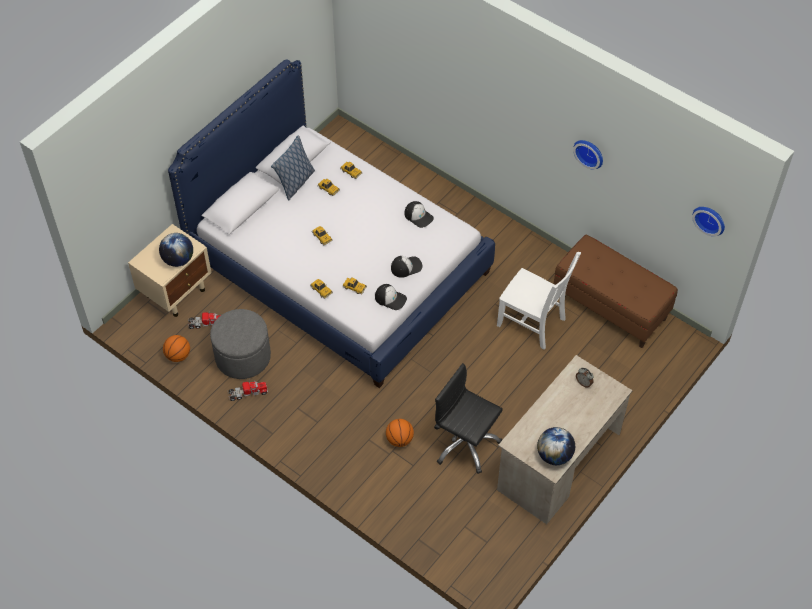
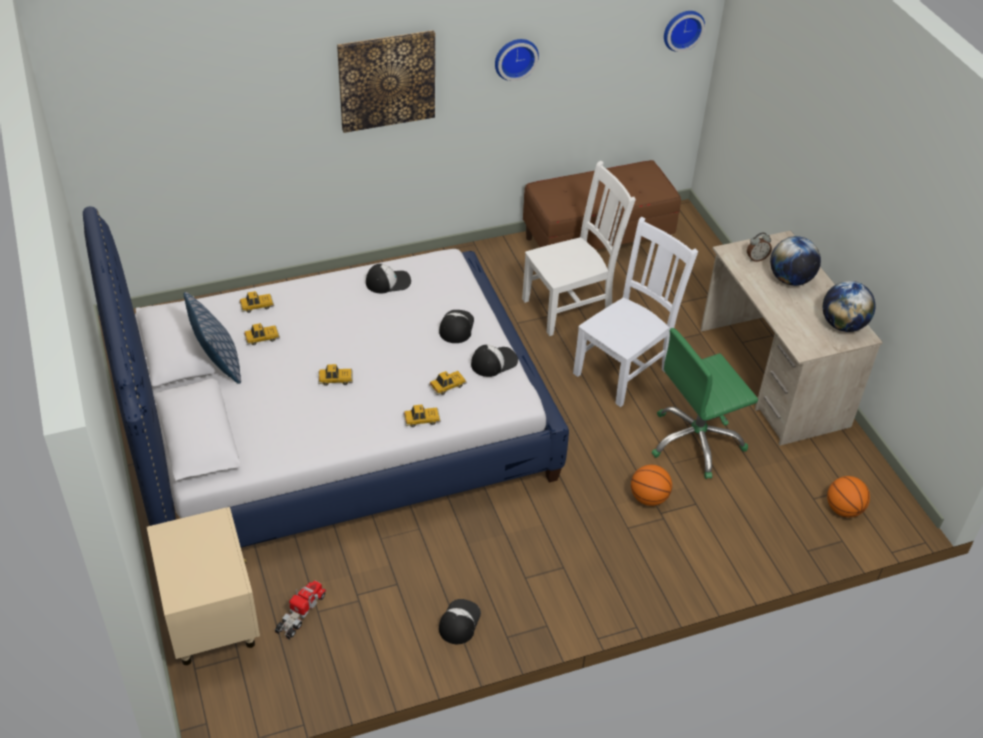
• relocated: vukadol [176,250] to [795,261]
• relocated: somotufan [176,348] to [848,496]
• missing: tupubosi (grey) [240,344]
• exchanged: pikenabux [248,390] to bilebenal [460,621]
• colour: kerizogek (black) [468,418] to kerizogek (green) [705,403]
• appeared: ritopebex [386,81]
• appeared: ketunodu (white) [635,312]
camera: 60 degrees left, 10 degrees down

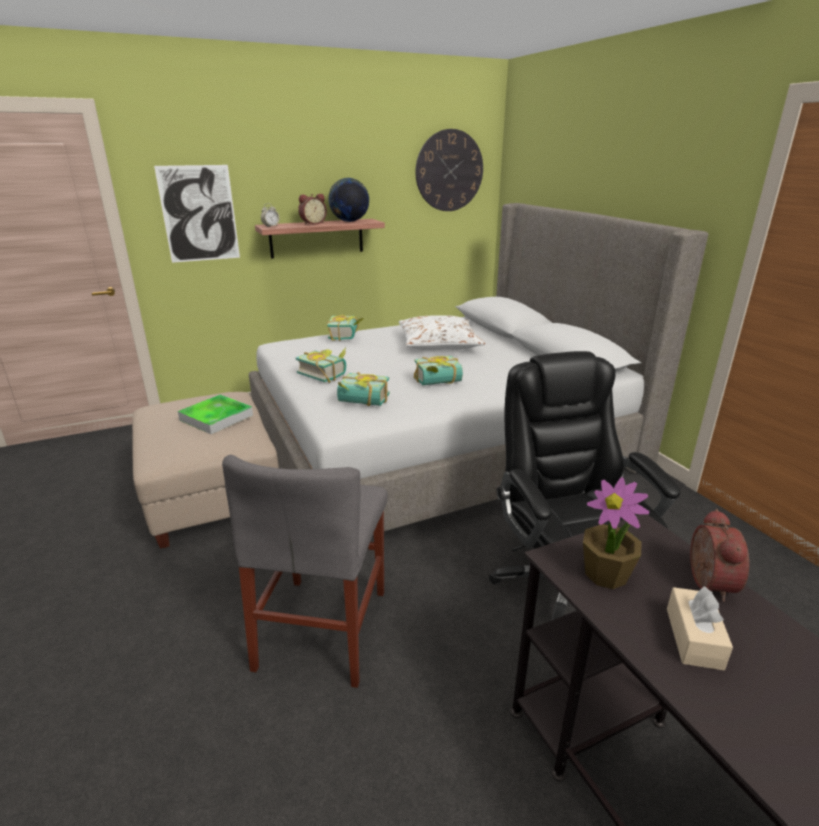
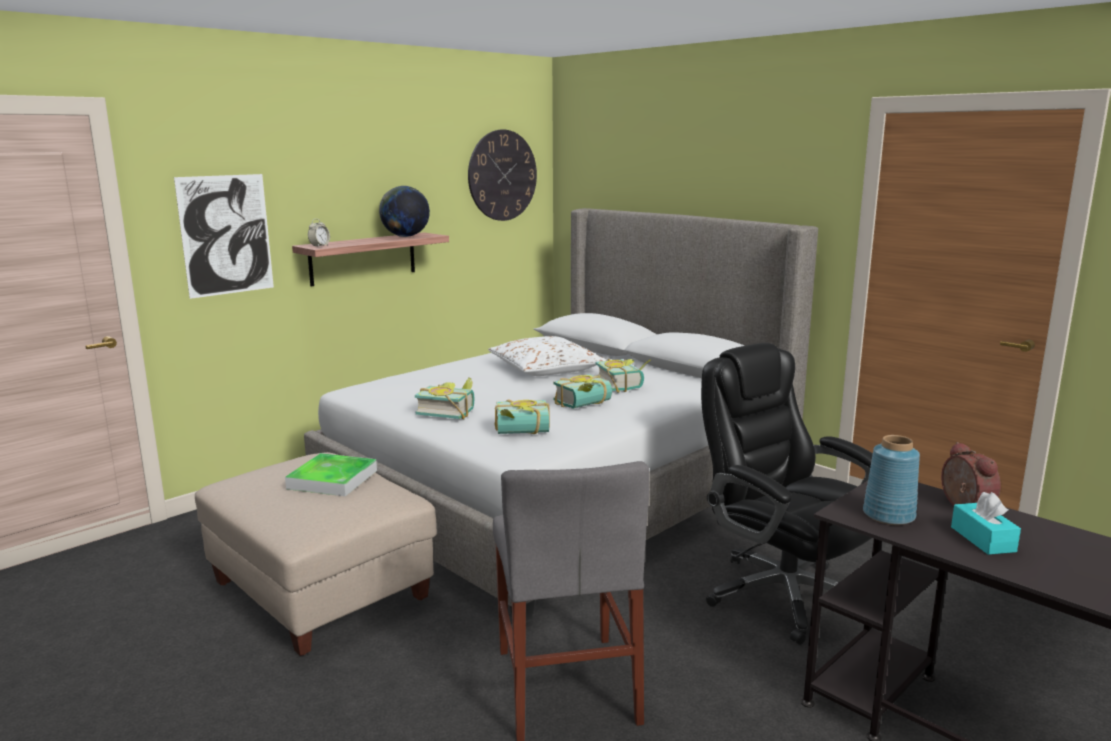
• missing: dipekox [312,209]
• relocated: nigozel [345,327] to [623,376]
• exchanged: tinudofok [616,533] to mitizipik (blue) [891,480]
• colour: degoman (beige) [700,628] to degoman (turquoise) [986,523]
camera: 20 degrees left, 10 degrees down

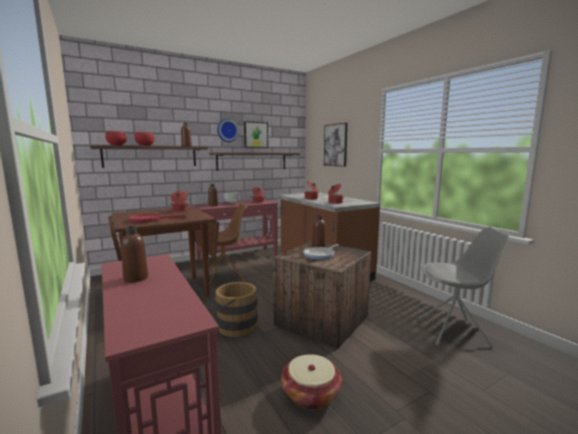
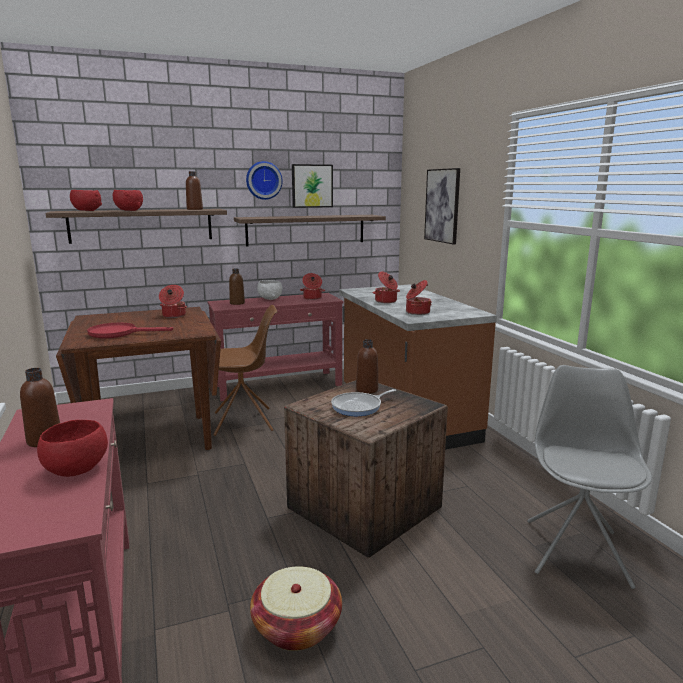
• missing: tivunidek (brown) [233,309]
• spun: ketunodu (grey) [463,287] = [589,477] 90 degrees counterclockwise
• appeared: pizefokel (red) [72,448]
camera: 10 degrees right, 5 degrees up

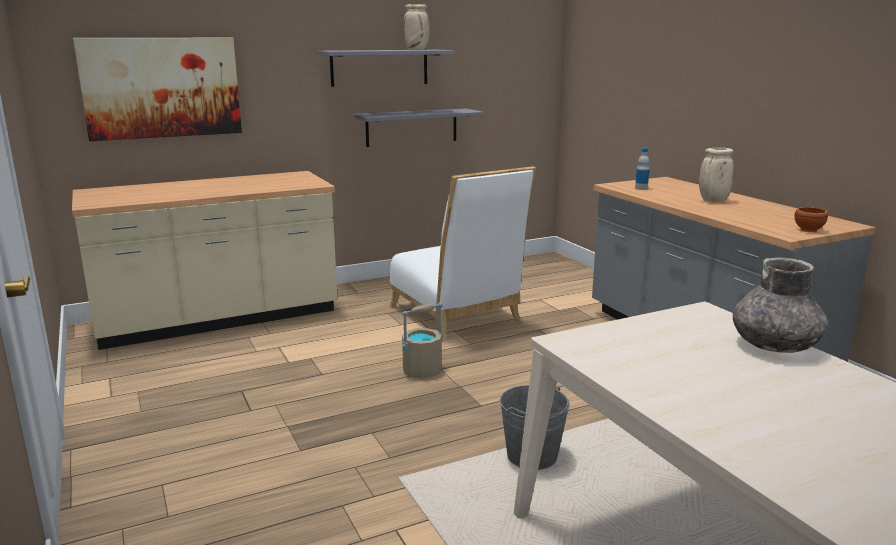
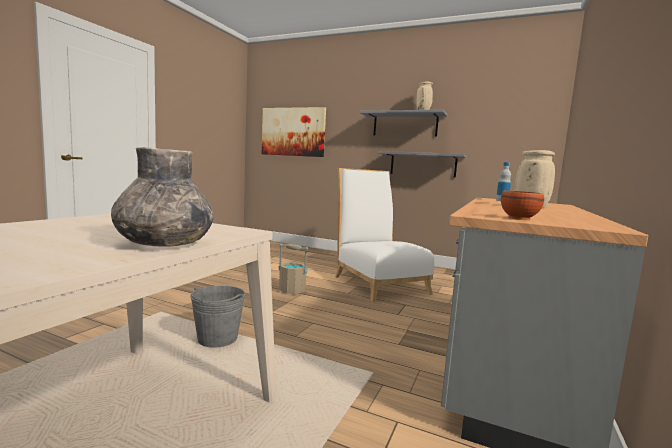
• missing: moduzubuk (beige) [205,260]
• spun: ketunodu (white) [462,254] = [384,235] 135 degrees clockwise
camera: 50 degrees right, 10 degrees down

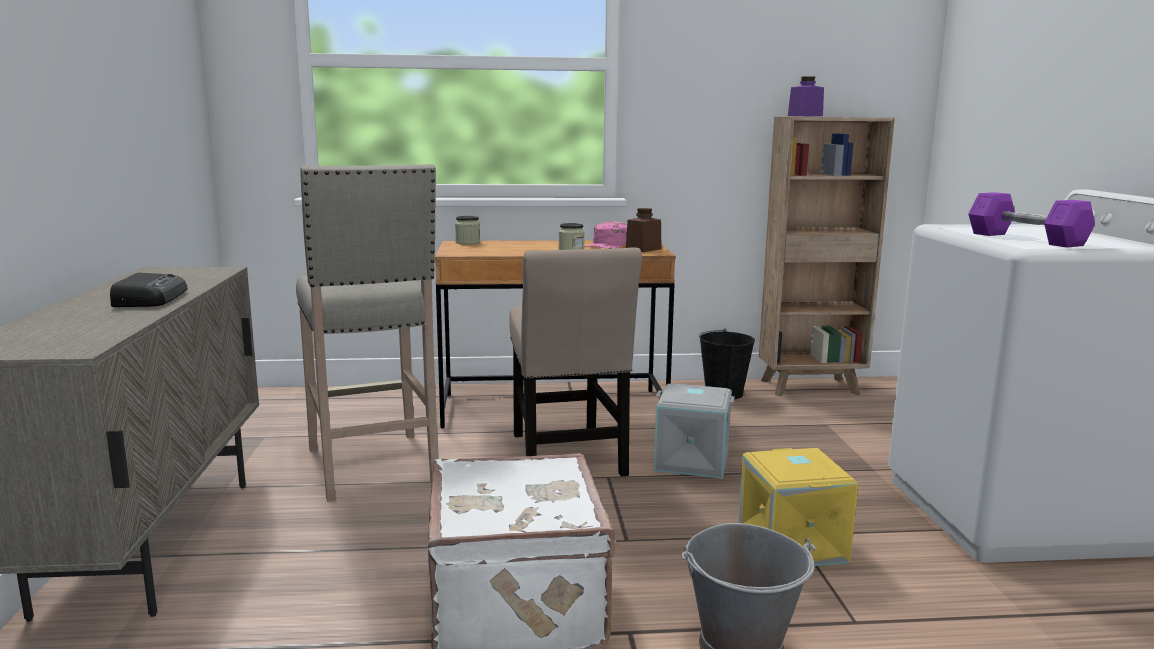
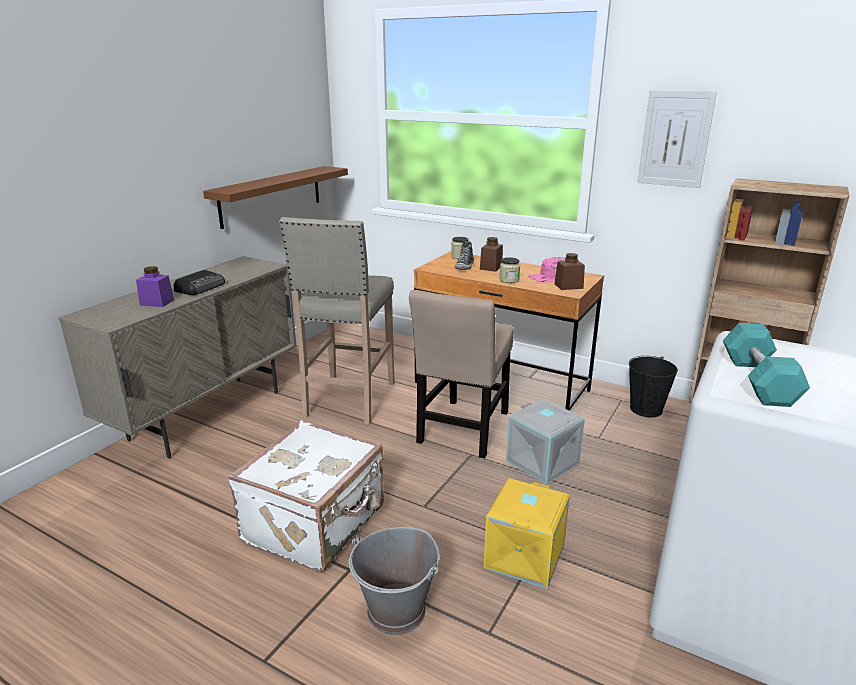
• relocated: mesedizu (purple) [806,96] to [155,286]
• colour: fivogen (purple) [1031,220] to fivogen (turquoise) [766,365]
• appeared: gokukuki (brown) [275,197]
• appeared: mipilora [464,255]
• appeared: mesedizu (brown) [491,254]
• appeared: ritopebex [677,139]
camera: 35 degrees right, 10 degrees up

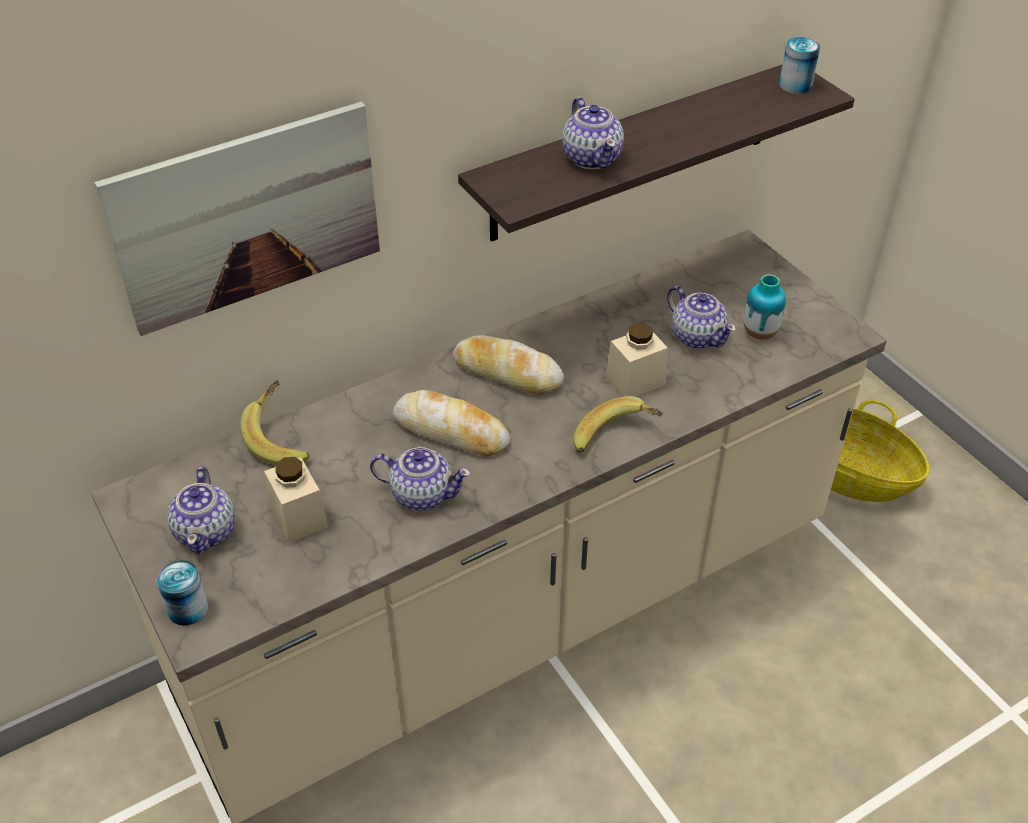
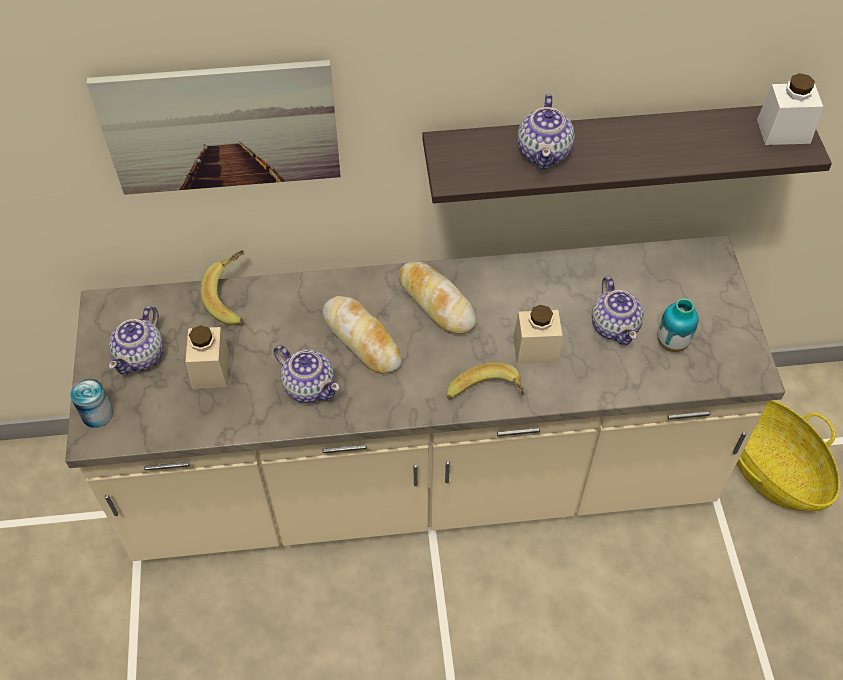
• exchanged: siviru [799,65] to mesedizu (white) [790,109]
camera: 25 degrees right, 10 degrees up

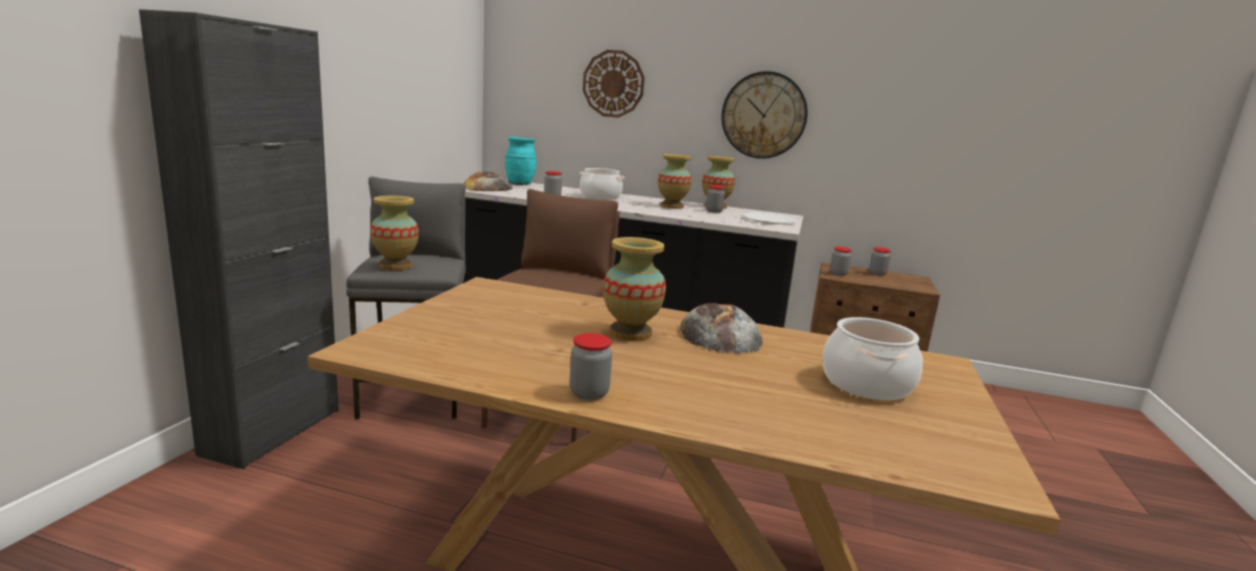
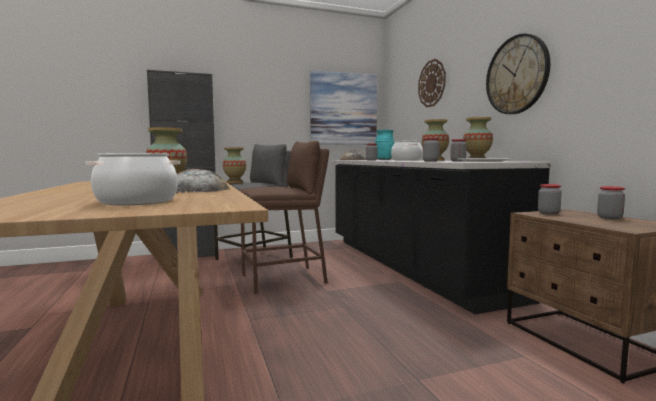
• relocated: mesedizu [590,366] to [431,150]
• appeared: ritopebex [343,107]
camera: 55 degrees right, 10 degrees down

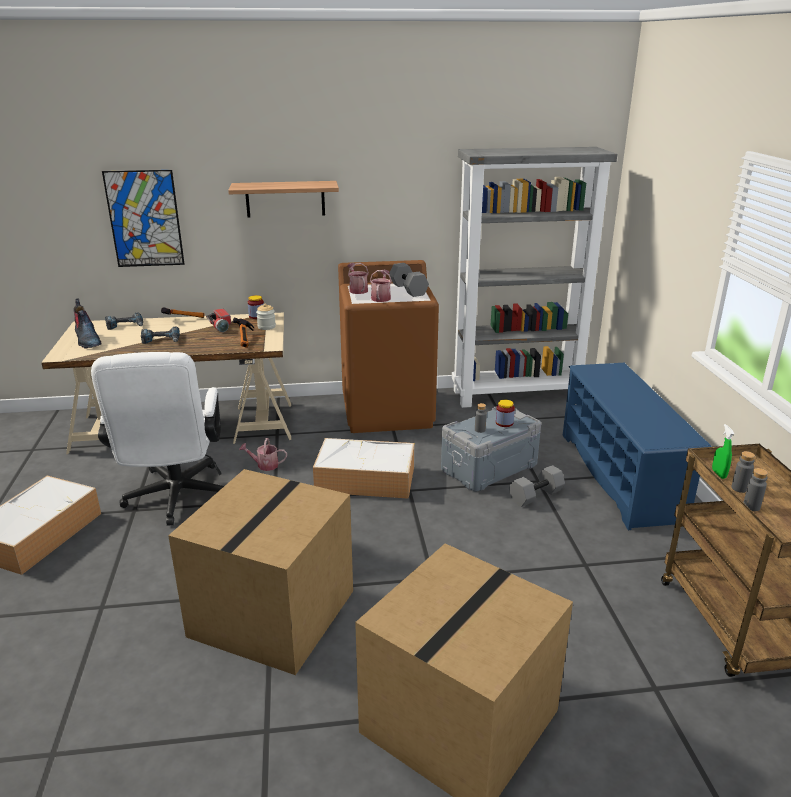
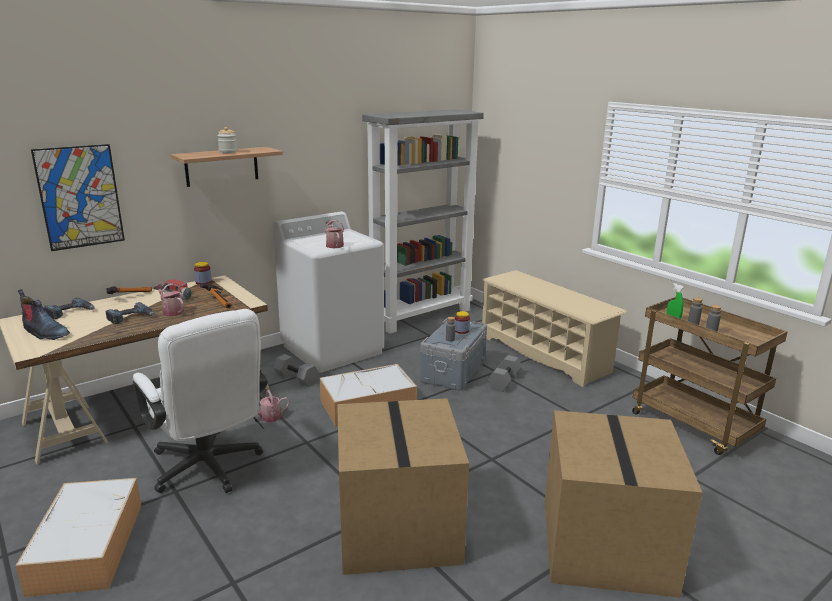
• relocated: mesedizu [266,317] to [227,140]
• colour: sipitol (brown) [388,346] to sipitol (white) [328,292]
• relocated: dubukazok [358,278] to [169,299]
• relocated: fivogen (grey) [409,280] to [296,370]
• colour: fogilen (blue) [637,446] to fogilen (beige) [554,328]
camera: 30 degrees left, 5 degrees down

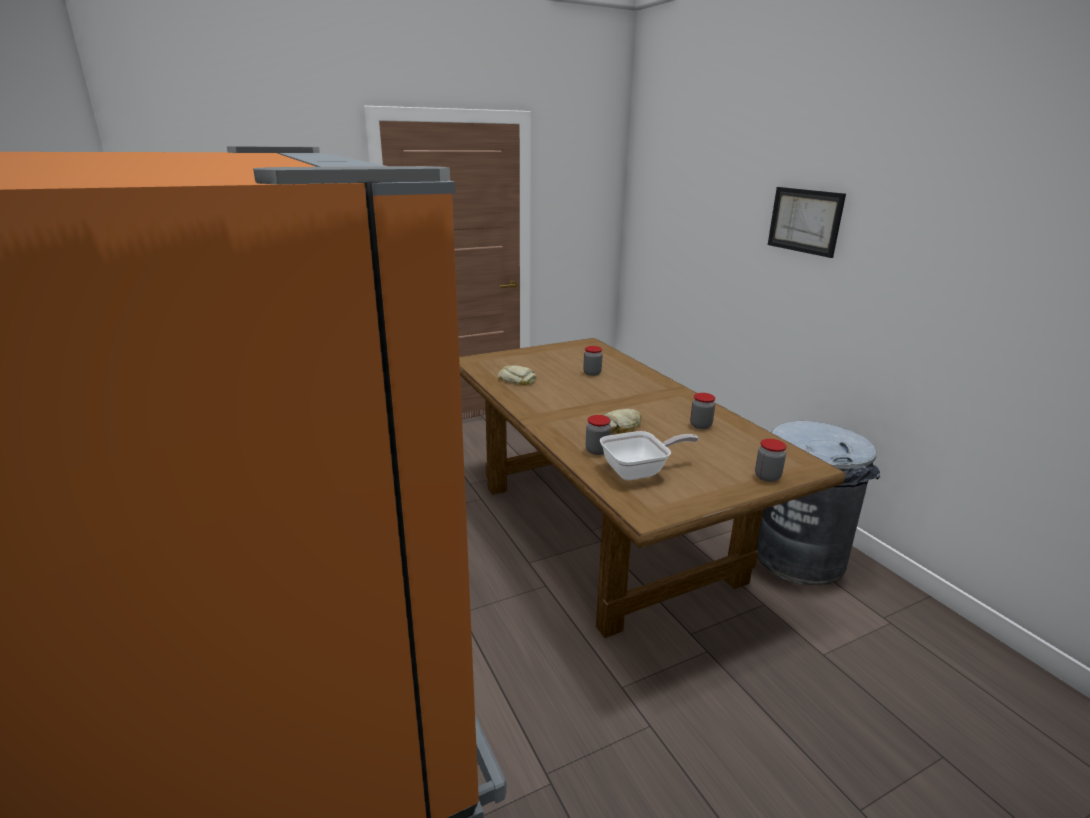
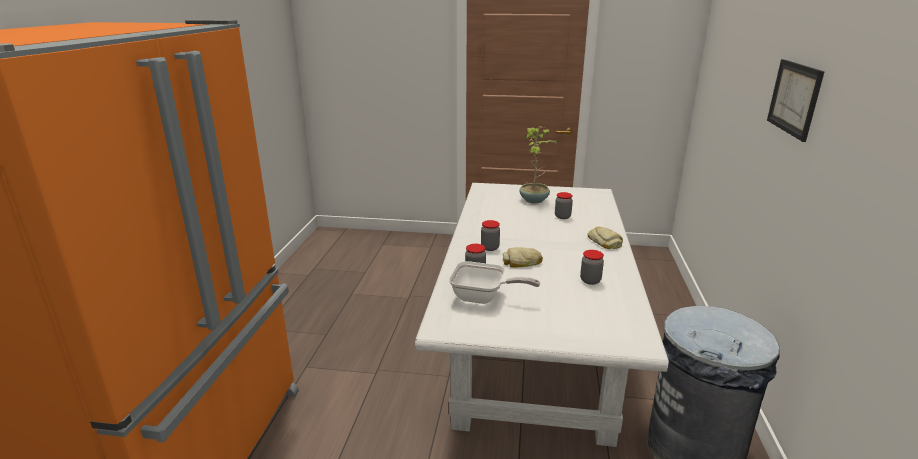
• colour: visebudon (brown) [652,488] to visebudon (white) [542,315]
• relocated: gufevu [517,375] to [605,237]
• relocated: mesedizu [771,460] to [490,235]
• appeared: tinudofok [539,165]
camera: 35 degrees right, 0 degrees up

